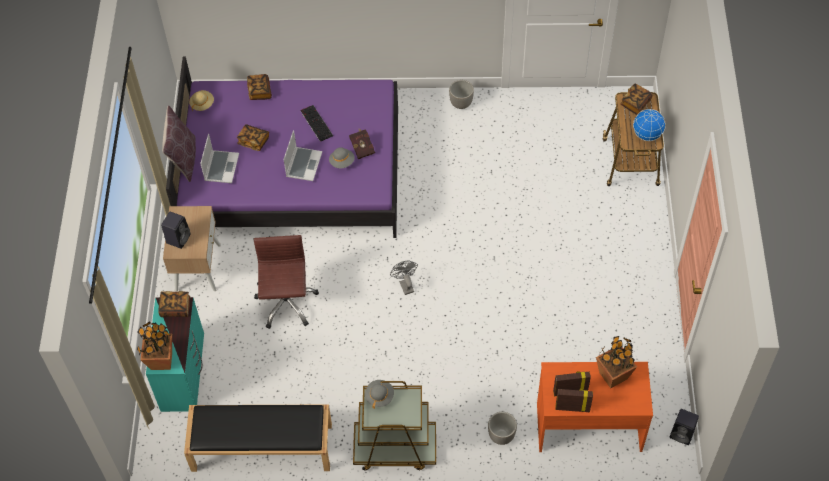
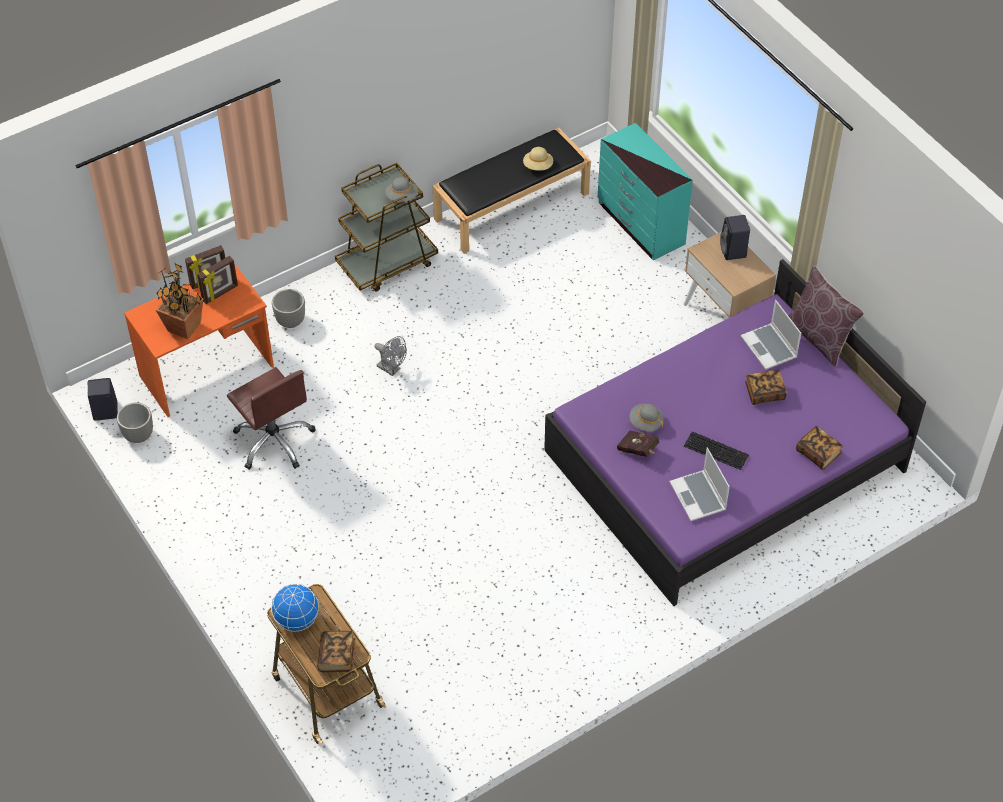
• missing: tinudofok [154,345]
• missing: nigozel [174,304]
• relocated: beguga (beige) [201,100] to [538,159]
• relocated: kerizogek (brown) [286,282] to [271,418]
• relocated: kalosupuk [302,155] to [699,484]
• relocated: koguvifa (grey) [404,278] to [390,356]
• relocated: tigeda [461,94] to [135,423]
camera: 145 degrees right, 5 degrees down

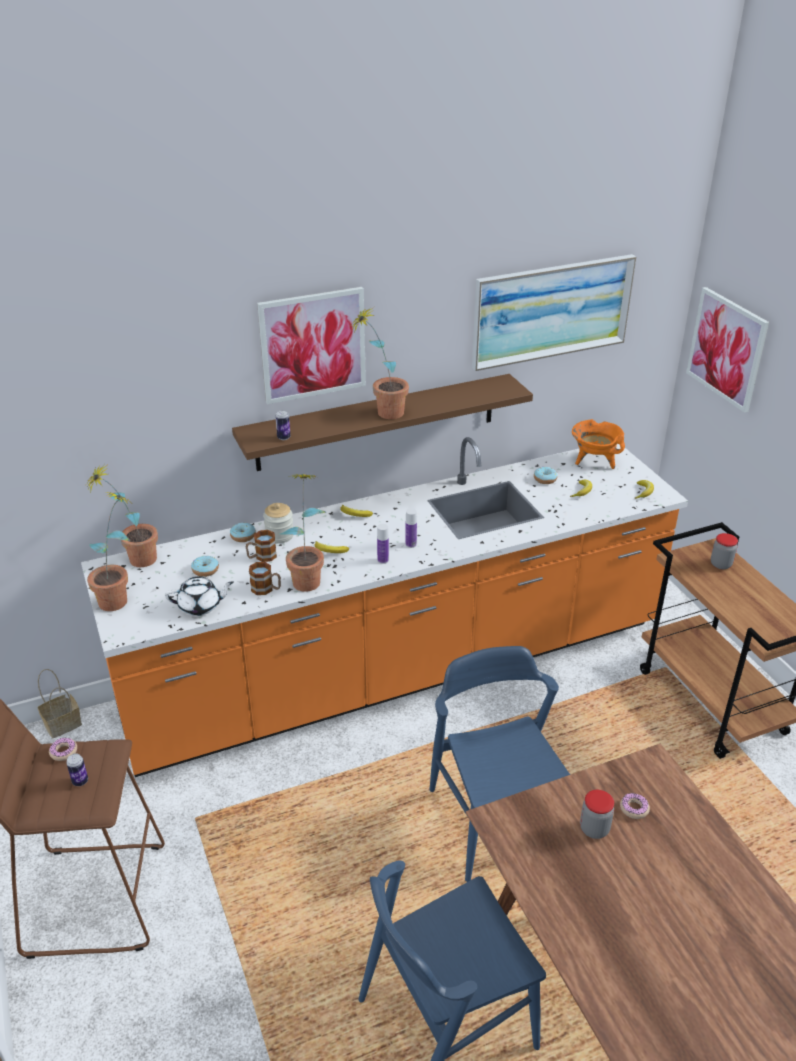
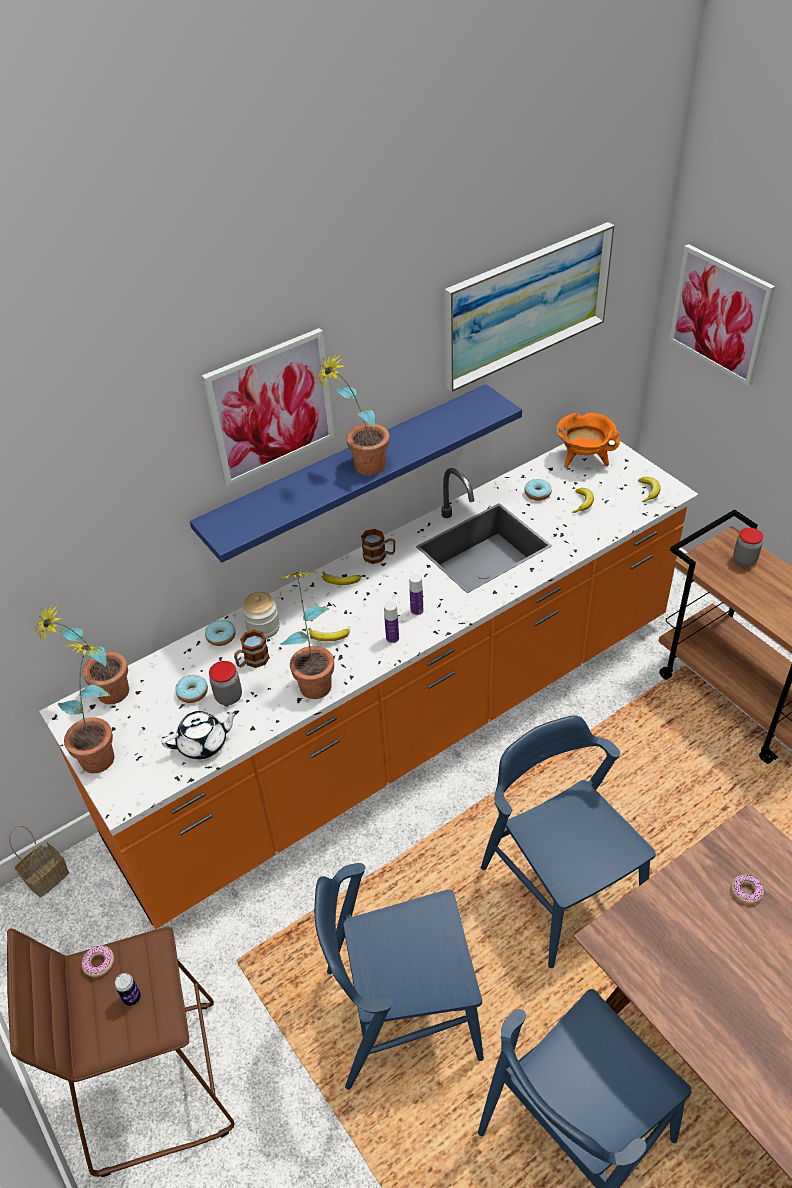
• colour: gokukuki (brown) [382,422] to gokukuki (blue) [356,473]
• relocated: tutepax [265,578] to [378,546]
• missing: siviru [282,425]
• relocated: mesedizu [597,814] to [225,683]
• appeared: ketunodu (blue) [399,976]
camera: 10 degrees left, 10 degrees up

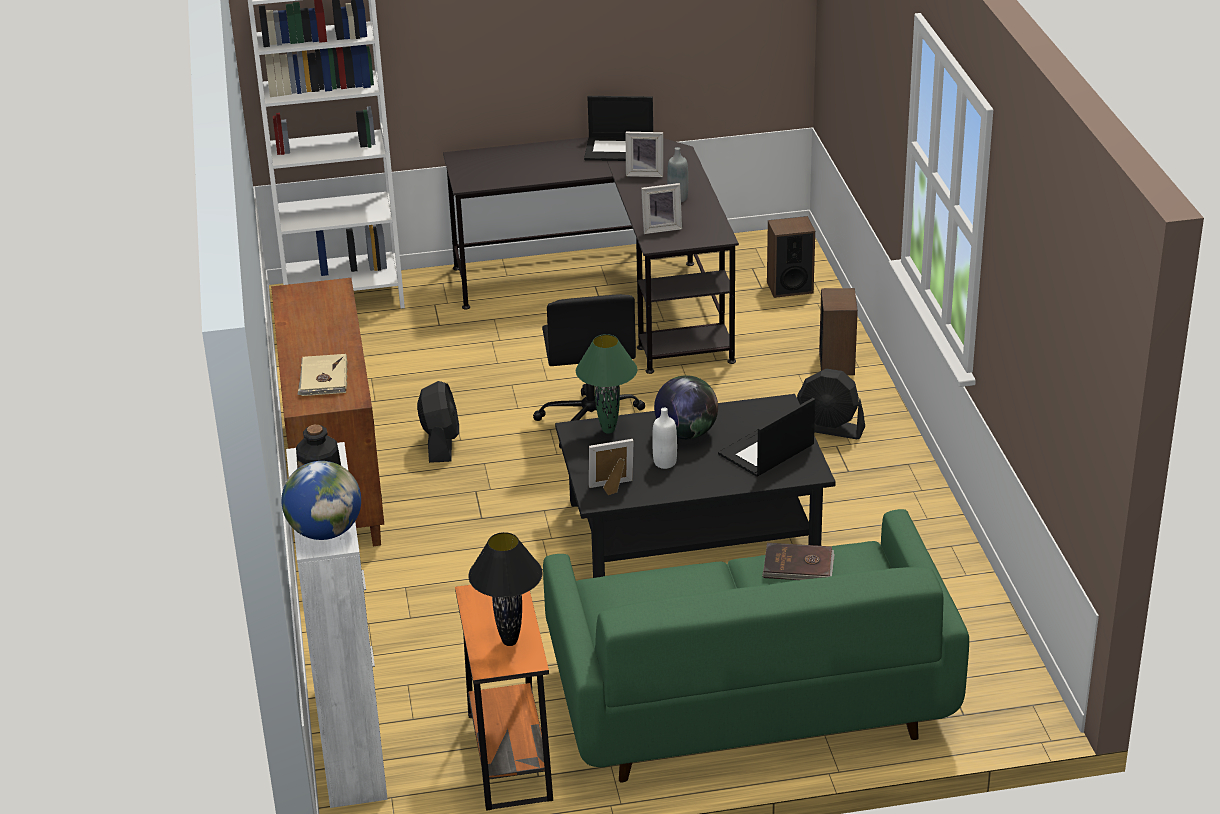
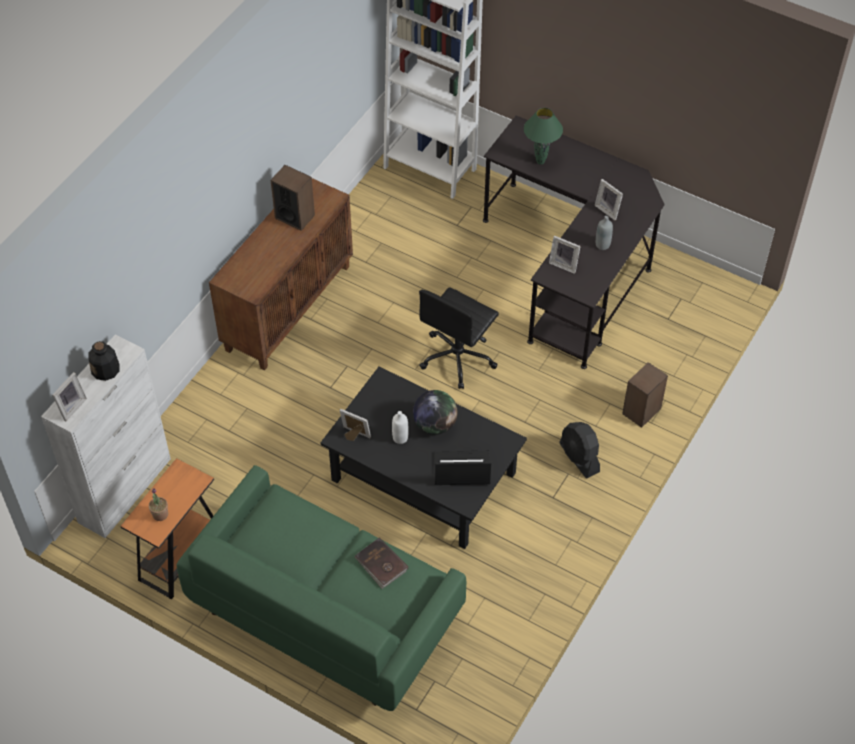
• exchanged: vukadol [321,500] to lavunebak [69,396]
• missing: nigozel (beige) [322,375]
• missing: koguvifa (black) [438,422]
• exchanged: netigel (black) [505,589] to tinudofok [158,504]
• relocated: netigel (green) [606,384] to [543,136]
• missing: kalosupuk [618,128]
• relocated: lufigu [791,257] to [293,198]
camera: 40 degrees right, 20 degrees up

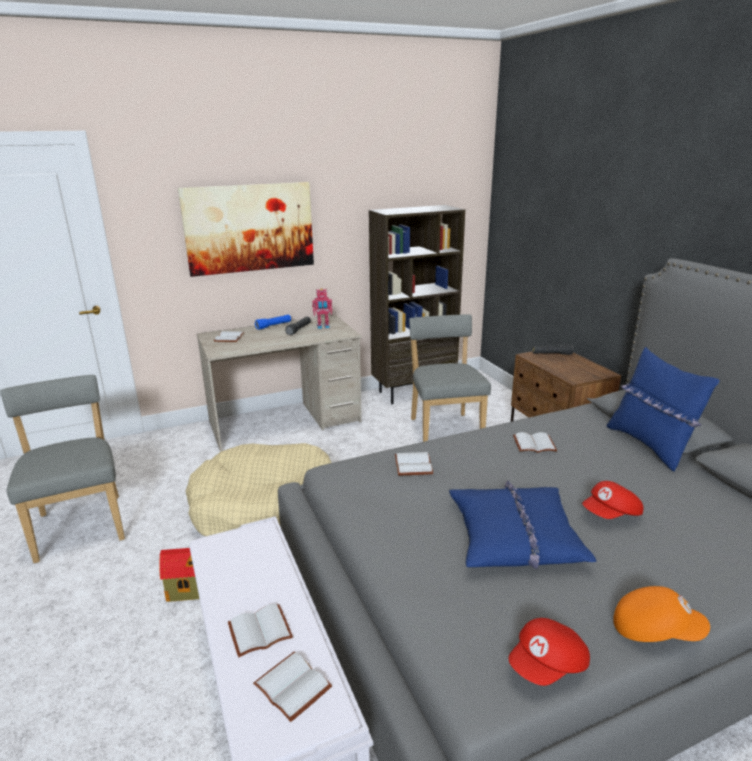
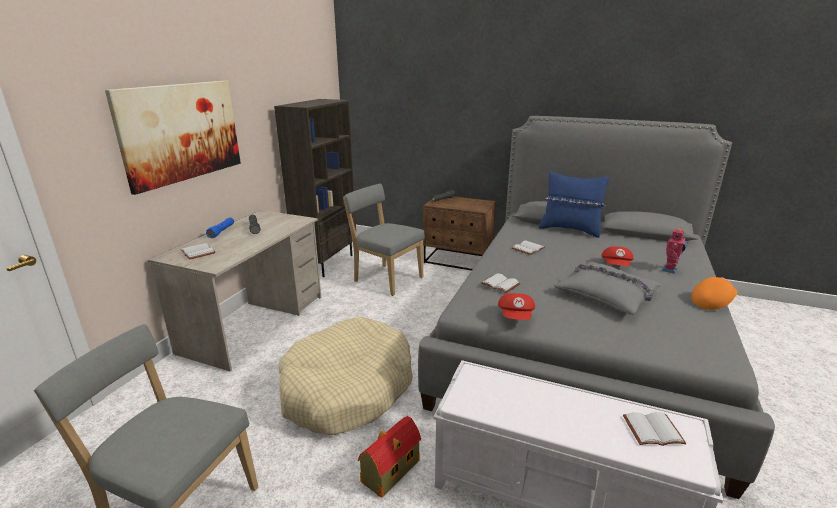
• missing: nigozel (white) [260,630]
• relocated: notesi [322,308] to [674,251]
• colour: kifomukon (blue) [522,524] to kifomukon (grey) [607,288]
• relocated: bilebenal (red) [549,652] to [516,306]
camera: 45 degrees left, 0 degrees up

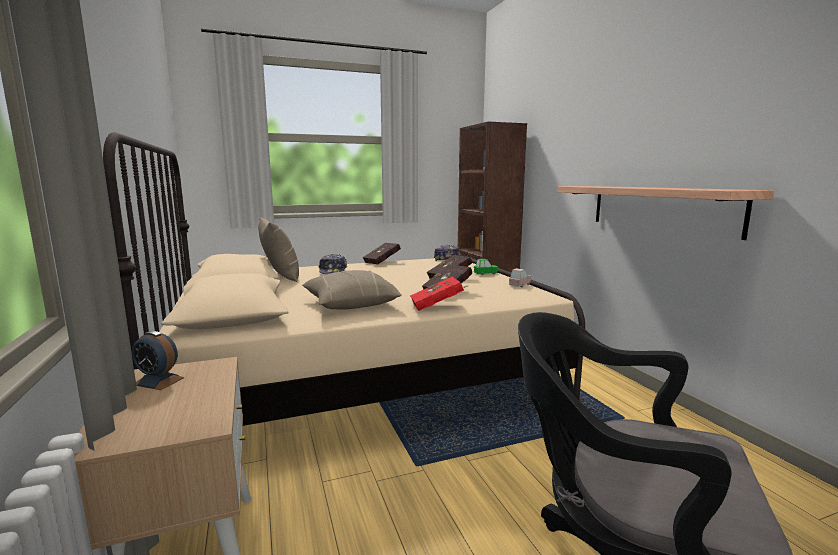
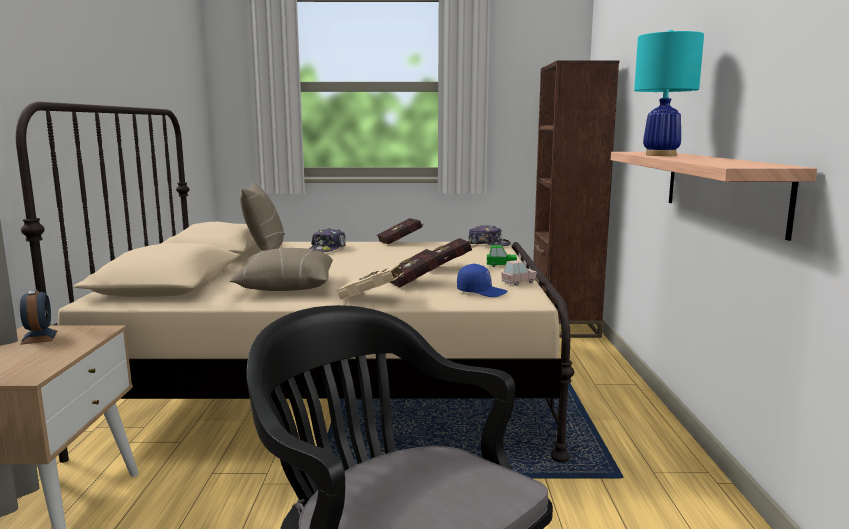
• spun: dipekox [158,360] = [38,317] 150 degrees counterclockwise
• colour: nigozel (red) [439,294] to nigozel (beige) [371,281]
• appeared: bilebenal (blue) [482,280]
• appeared: netigel (turquoise) [669,93]
camera: 20 degrees right, 0 degrees up

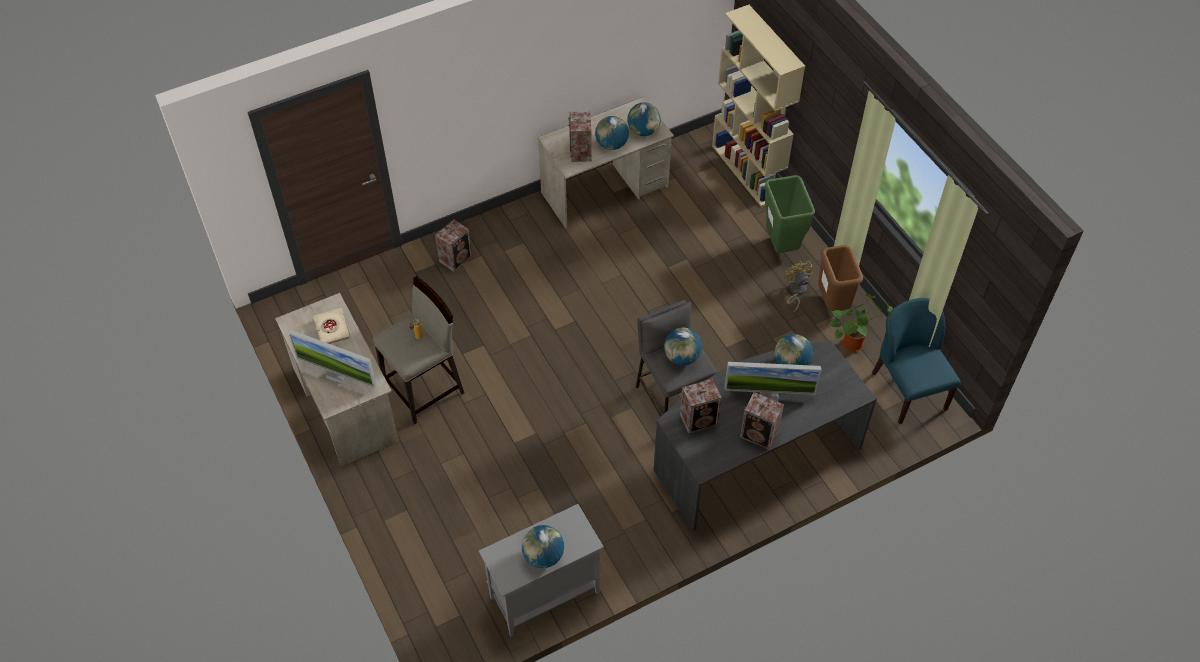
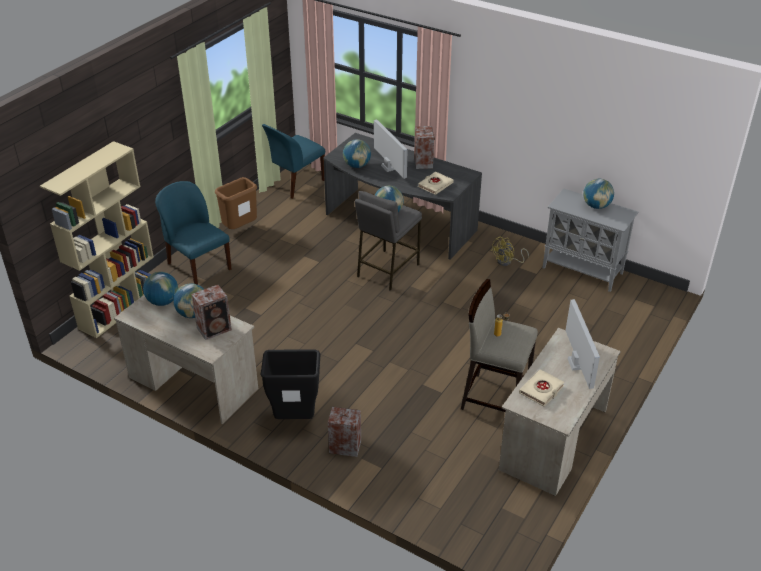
• exchanged: lufigu [701,406] to nigozel (beige) [435,183]
• exchanged: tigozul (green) [790,214] to ketunodu (blue) [193,233]
• relocated: koguvifa (yellow) [799,286] to [510,251]
• missing: tinudofok [861,322]
• appeared: tigozul (black) [291,384]
camera: 120 degrees left, 15 degrees down

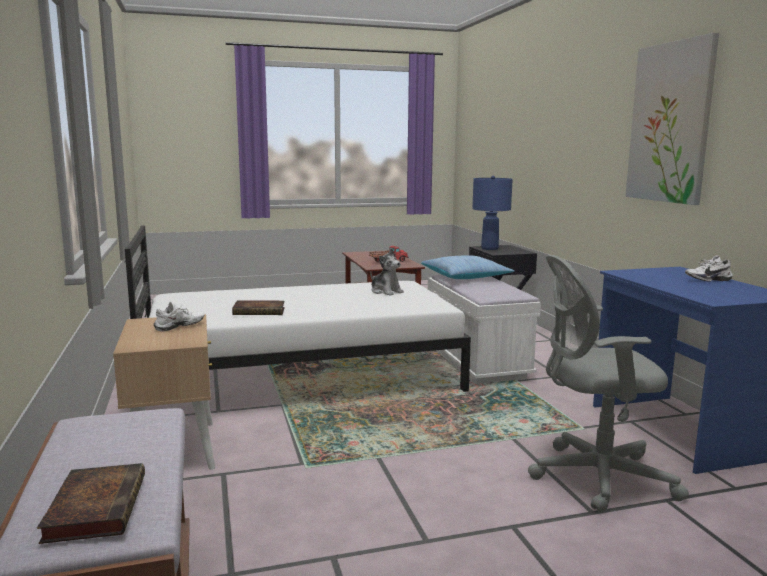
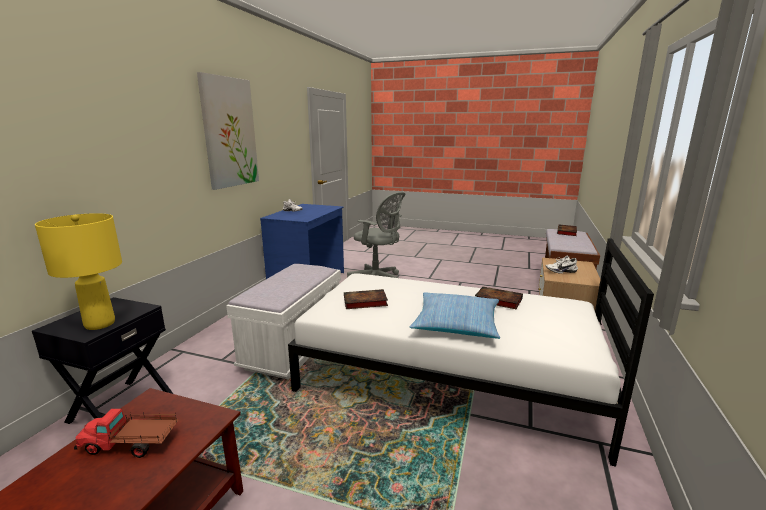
• exchanged: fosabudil [387,272] to nigozel [366,299]
• relocated: kifomukon [468,267] to [455,315]
• colour: netigel (blue) [492,213] to netigel (yellow) [78,271]
camera: 145 degrees left, 5 degrees up

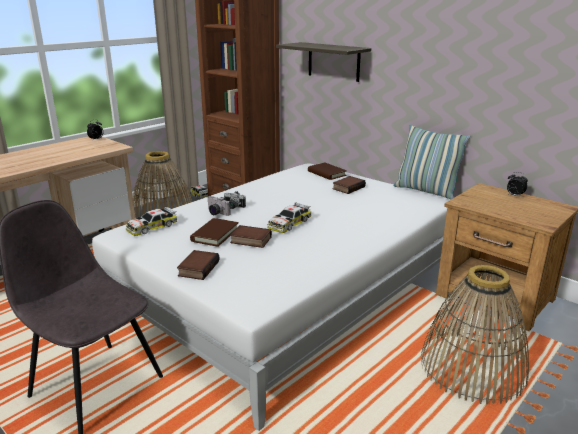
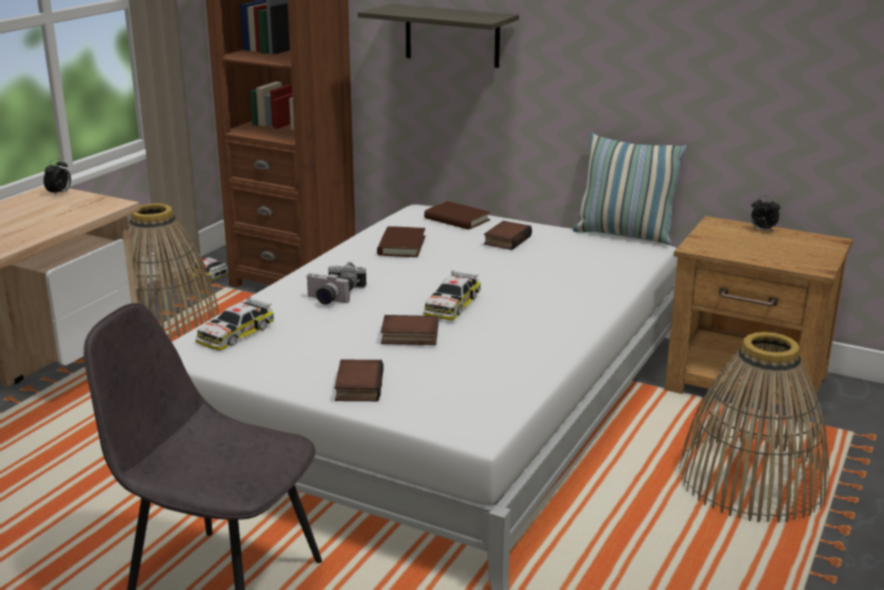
• relocated: nigozel (brown) [214,232] to [401,241]
camera: 15 degrees left, 0 degrees up

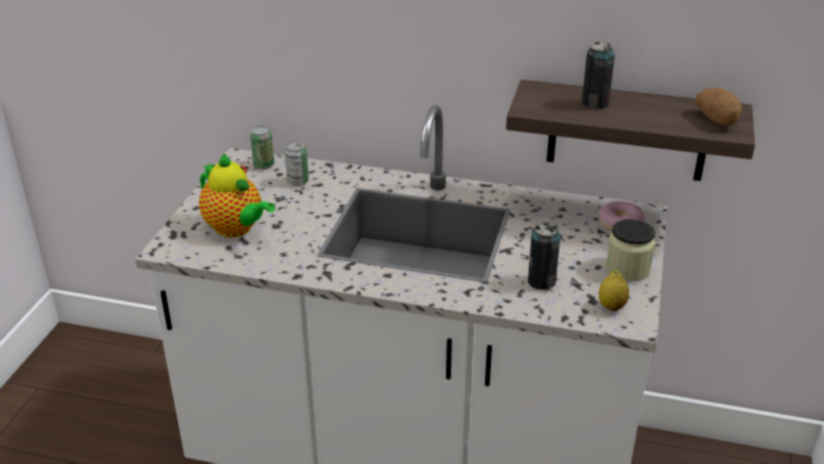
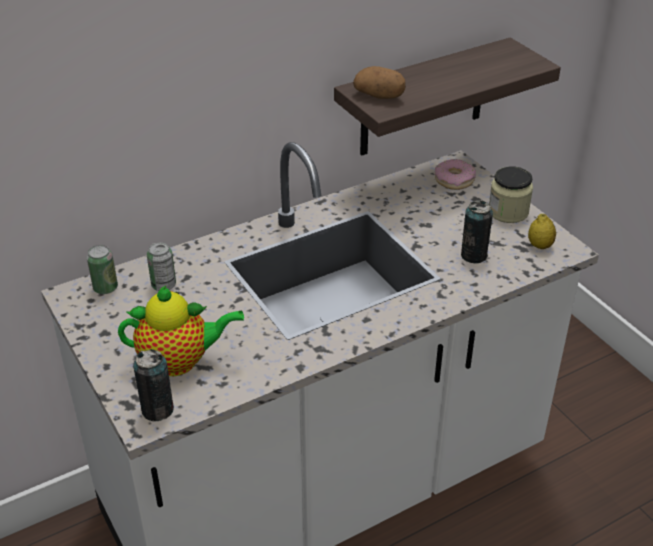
• relocated: siviru [598,75] to [153,385]
• relocated: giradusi [718,107] to [379,82]
camera: 45 degrees left, 5 degrees up

